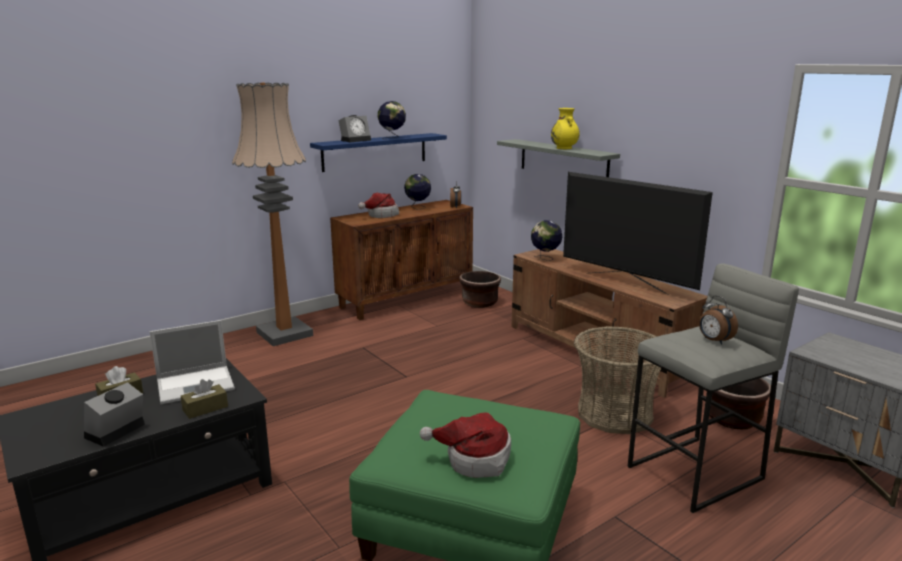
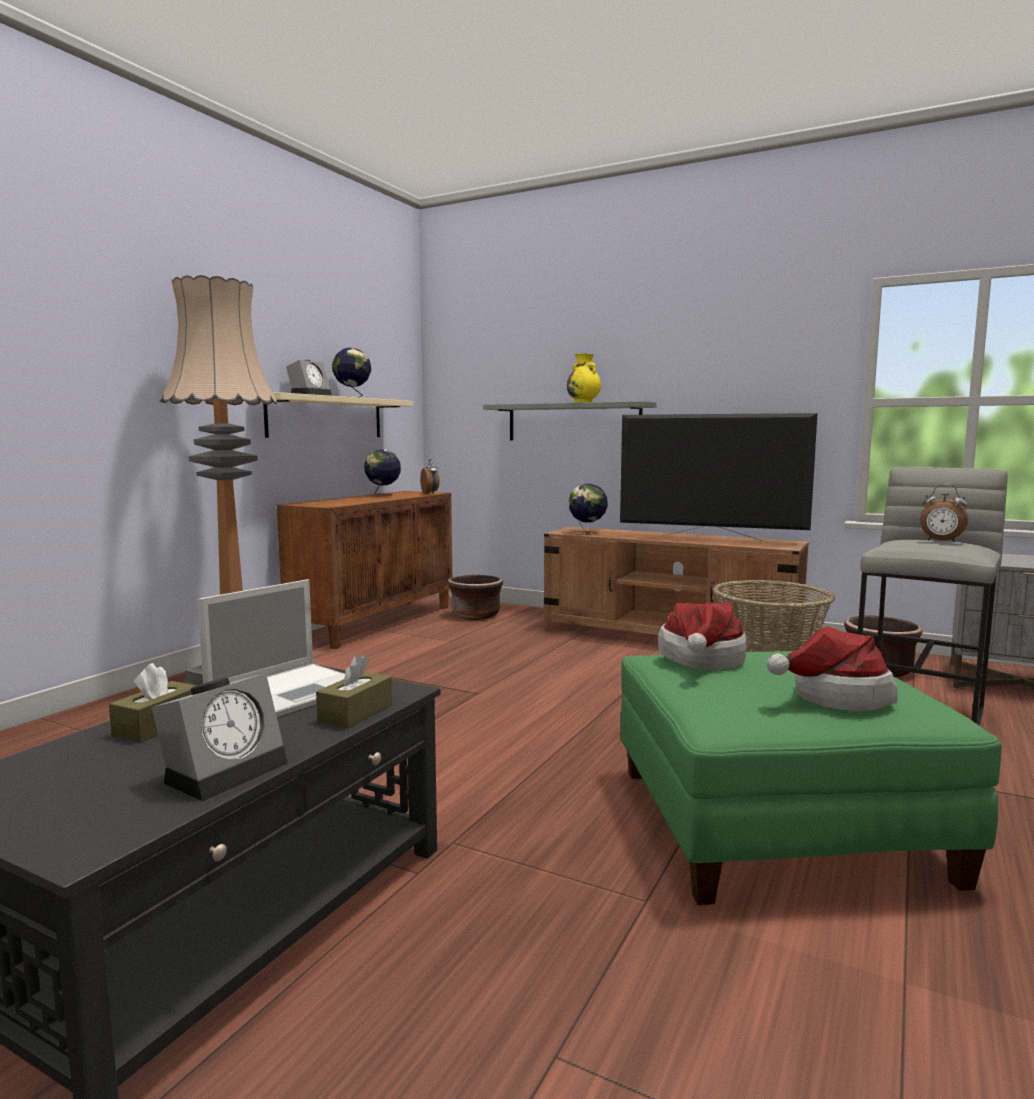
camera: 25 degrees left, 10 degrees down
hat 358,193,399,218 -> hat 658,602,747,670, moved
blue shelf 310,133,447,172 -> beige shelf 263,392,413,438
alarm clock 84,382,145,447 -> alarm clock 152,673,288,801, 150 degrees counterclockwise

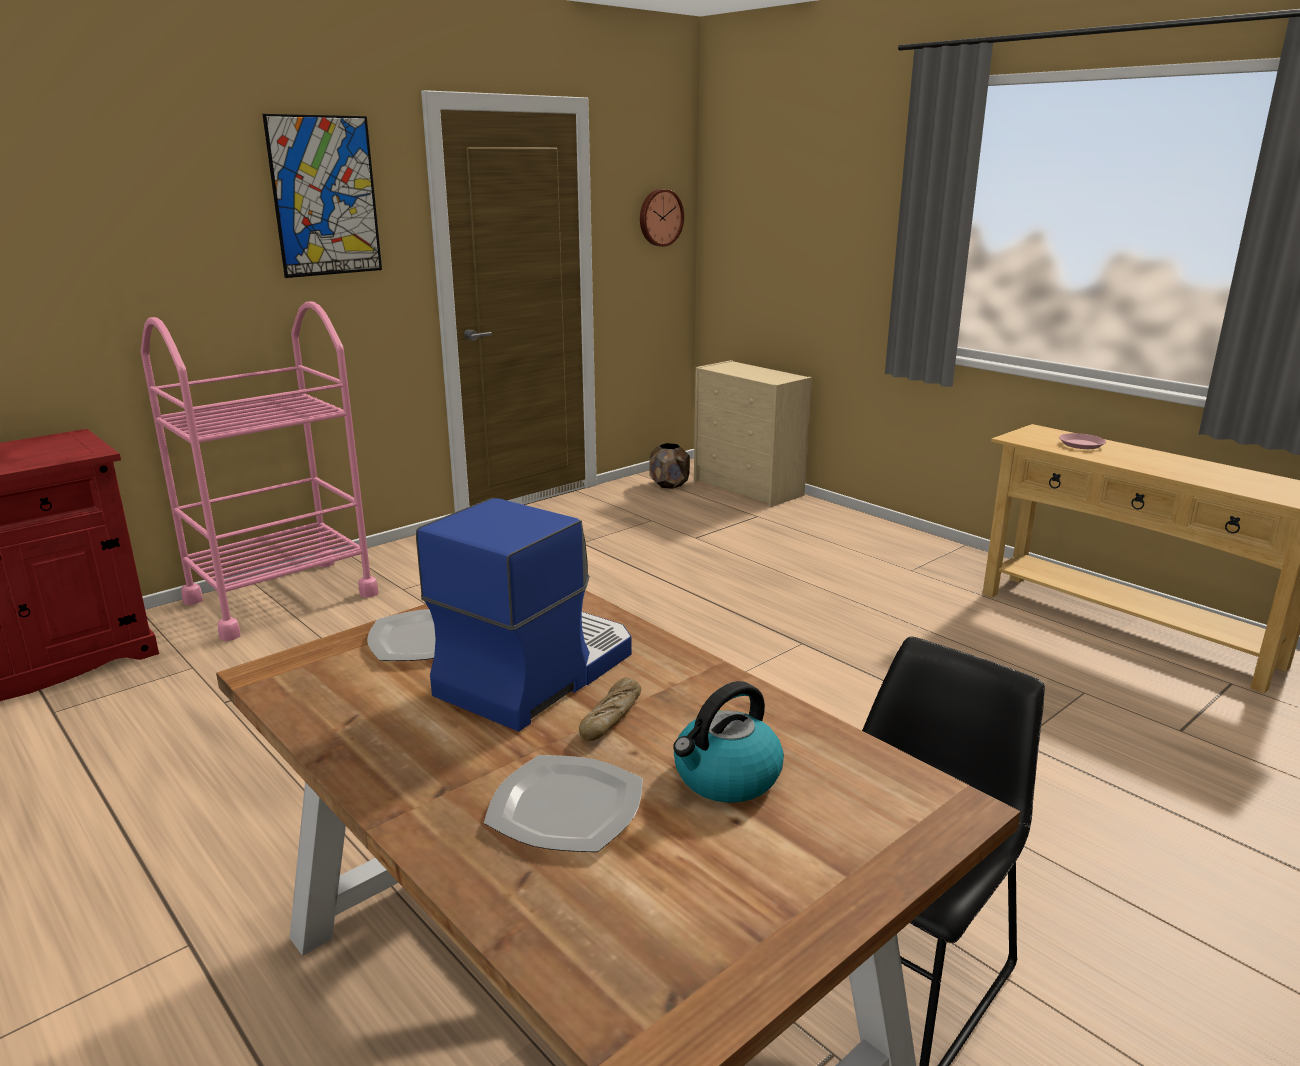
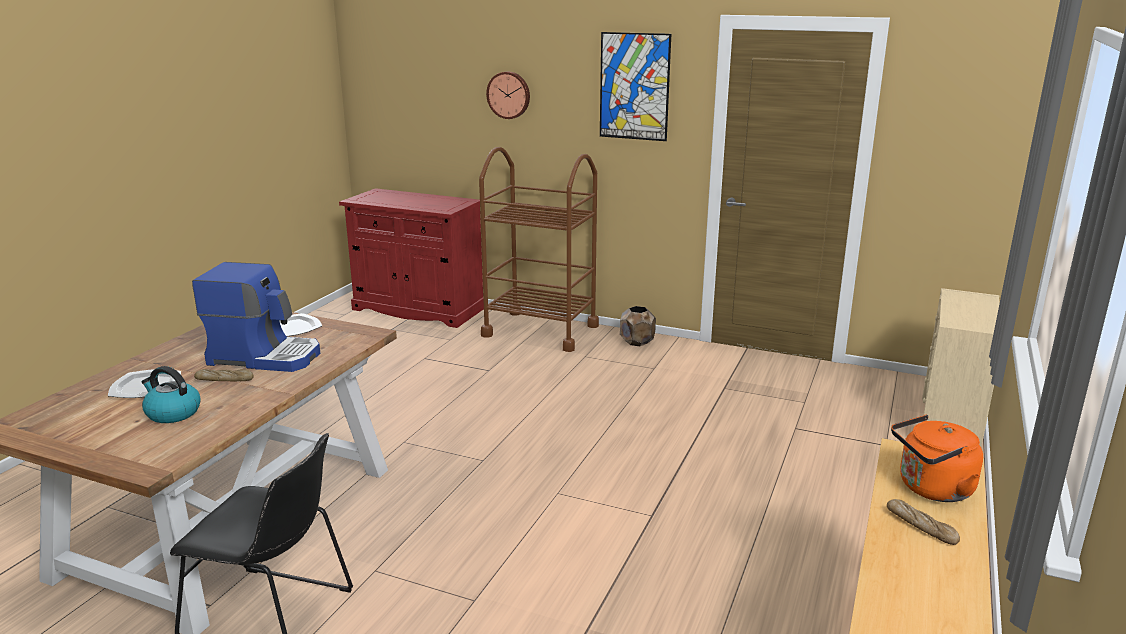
camera: 65 degrees right, 0 degrees up
none -> bread 887,499,960,545
wall clock 640,189,684,247 -> wall clock 486,71,530,119, moved
brown planter 649,443,690,489 -> brown planter 620,306,656,346, moved
pink plate 1059,433,1106,449 -> orange kettle 891,415,983,502
pink cart 141,301,379,641 -> brown cart 479,147,599,352

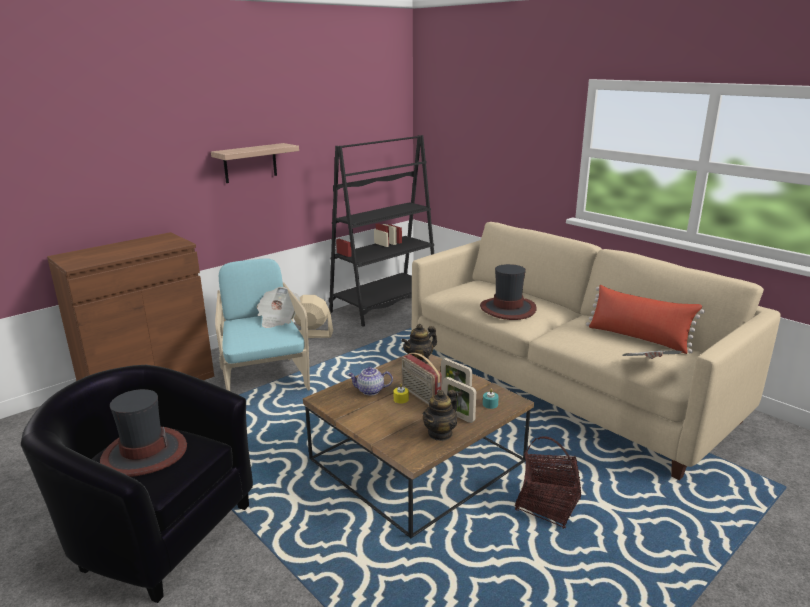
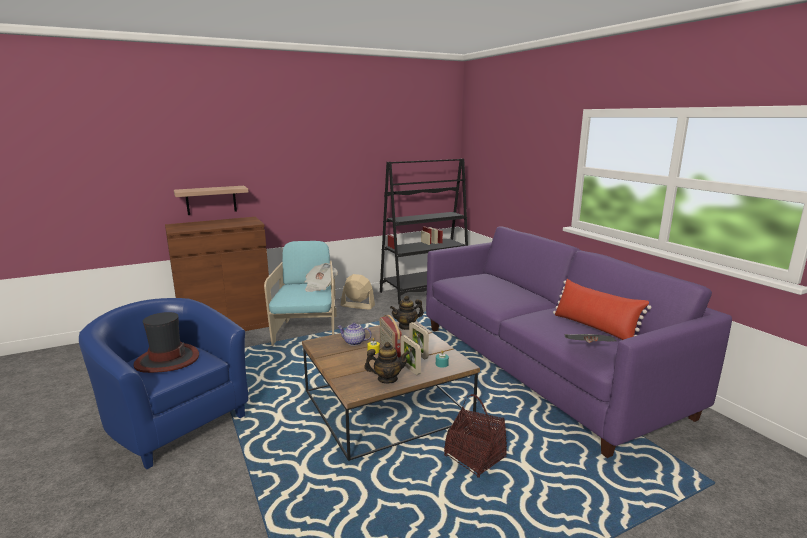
camera: 15 degrees right, 5 degrees down
hat 480,264,537,320 -> none
shelf 211,143,299,183 -> shelf 174,186,248,215, moved
black armchair 21,365,253,603 -> blue armchair 79,298,248,469
beige sofa 412,222,781,480 -> purple sofa 426,226,732,458
teapot 423,390,457,441 -> teapot 364,342,410,384, 150 degrees counterclockwise

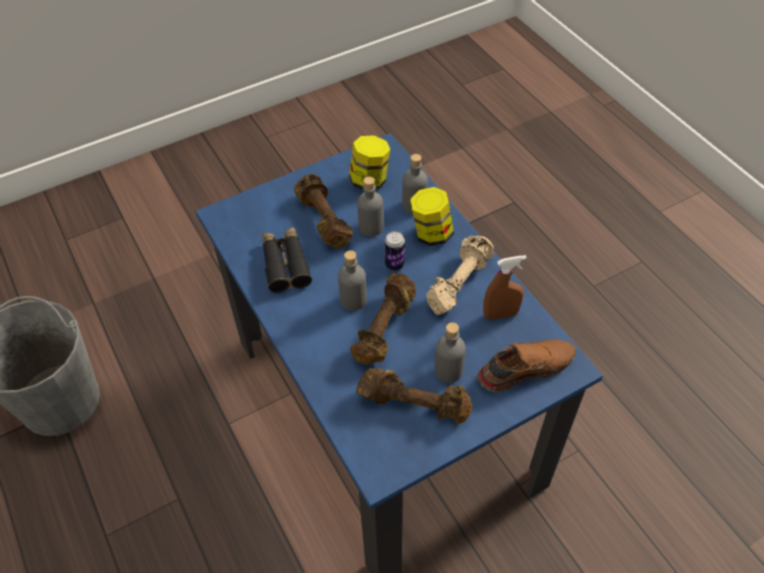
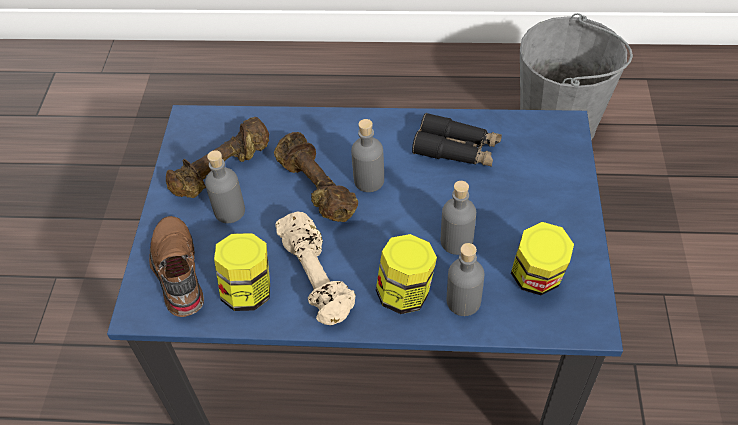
camera: 125 degrees right, 0 degrees up
brown dumbbell 294,174,353,249 -> none
can 385,231,405,271 -> none
brown spray bottle 483,255,527,320 -> jar 214,233,270,311
brown shoe 477,339,576,392 -> brown shoe 149,216,204,317, 150 degrees clockwise

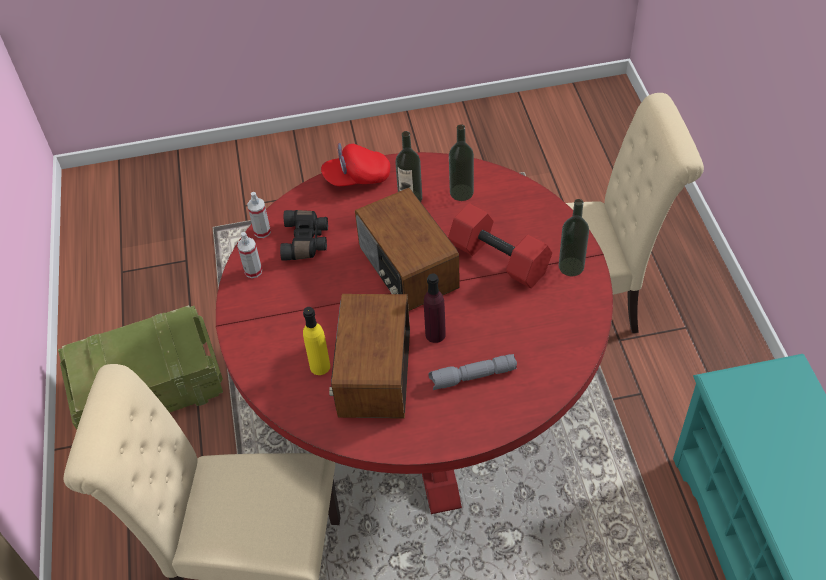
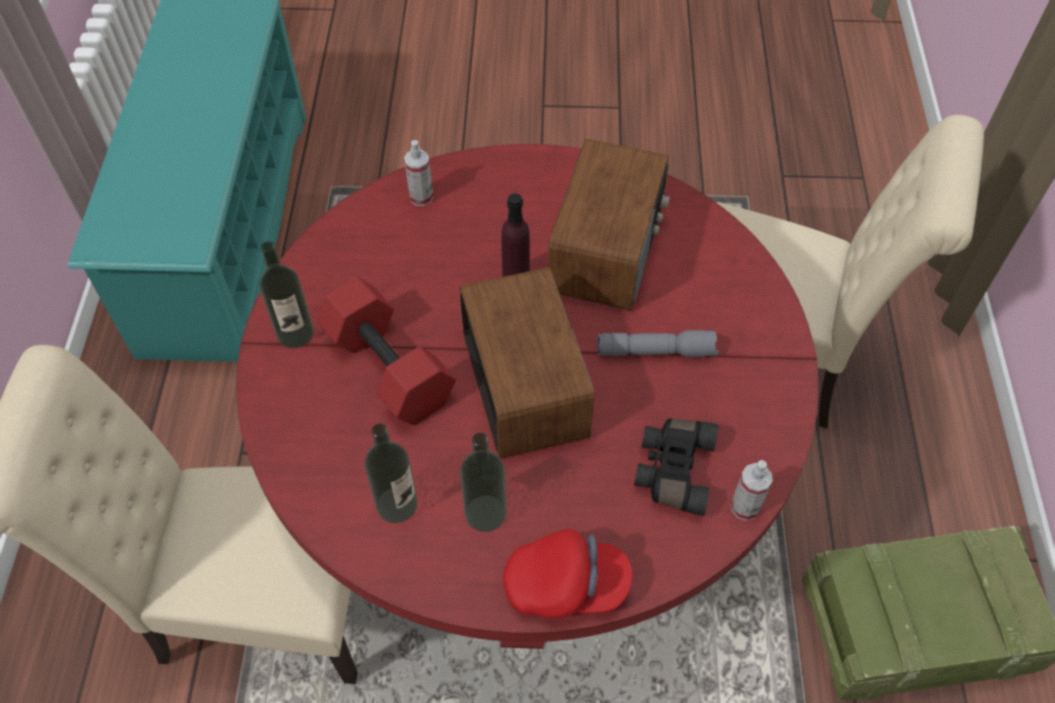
camera: 170 degrees left, 5 degrees up
yellow bottle 303,307,330,375 -> none
spray bottle 237,232,262,278 -> spray bottle 404,140,433,206, moved
grey flashlight 429,354,517,390 -> grey flashlight 597,330,719,357, moved

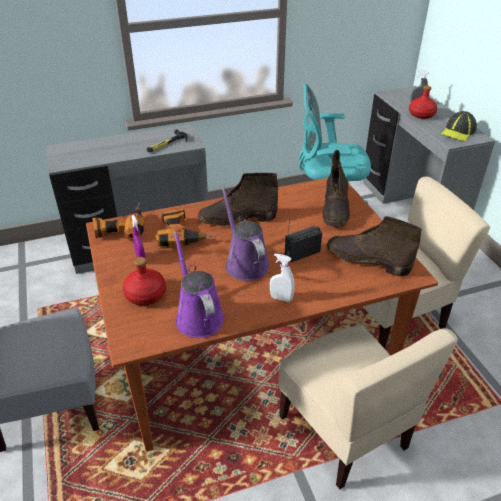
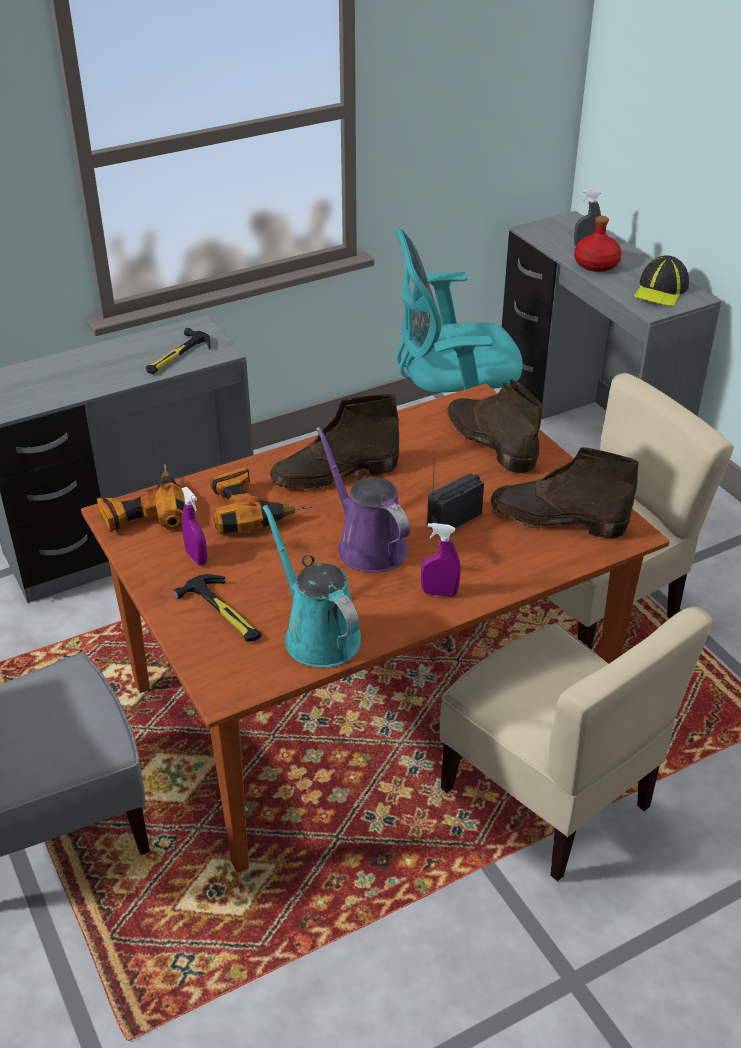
camera: 10 degrees left, 0 degrees up
red bottle 123,257,166,306 -> hammer 173,574,262,642
purple watering can 173,231,224,338 -> turquoise watering can 263,505,361,668
white spray bottle 270,253,294,302 -> purple spray bottle 421,523,460,597
brown boot 323,150,350,227 -> brown boot 447,380,542,474, 150 degrees clockwise

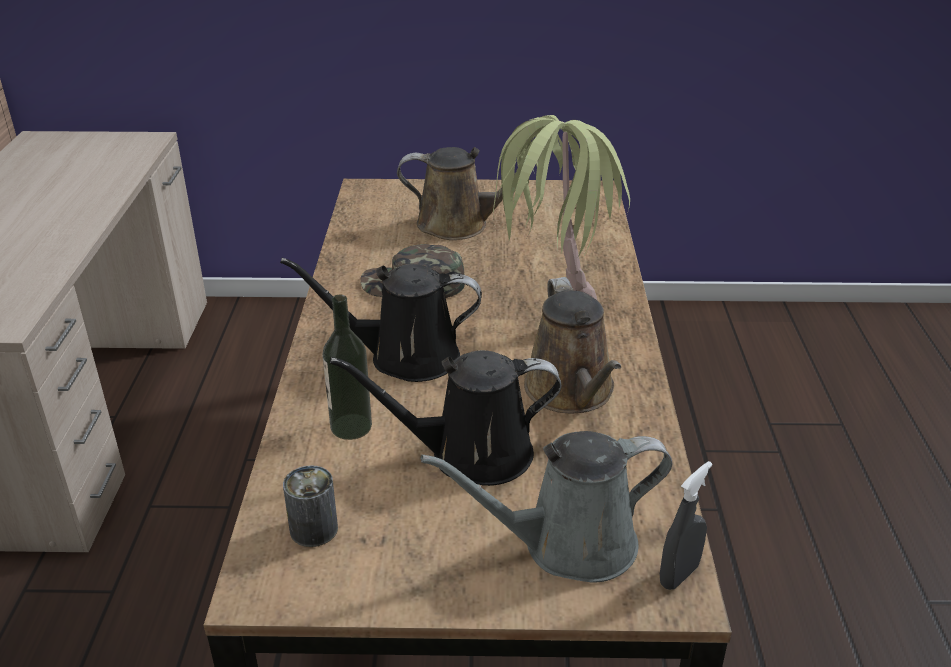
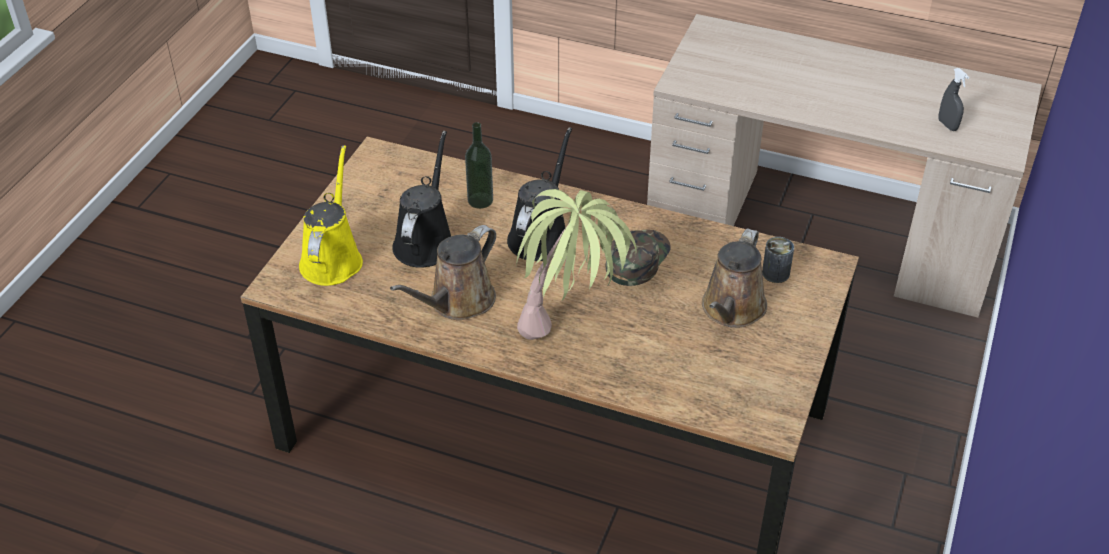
camera: 110 degrees right, 10 degrees up
can 283,465,338,547 -> can 762,237,794,283, moved
grey spray bottle 660,461,712,590 -> grey spray bottle 938,68,969,131, moved
grey watering can 421,431,672,583 -> yellow watering can 299,145,363,286
brown watering can 524,277,621,413 -> brown watering can 390,225,496,320, 60 degrees counterclockwise

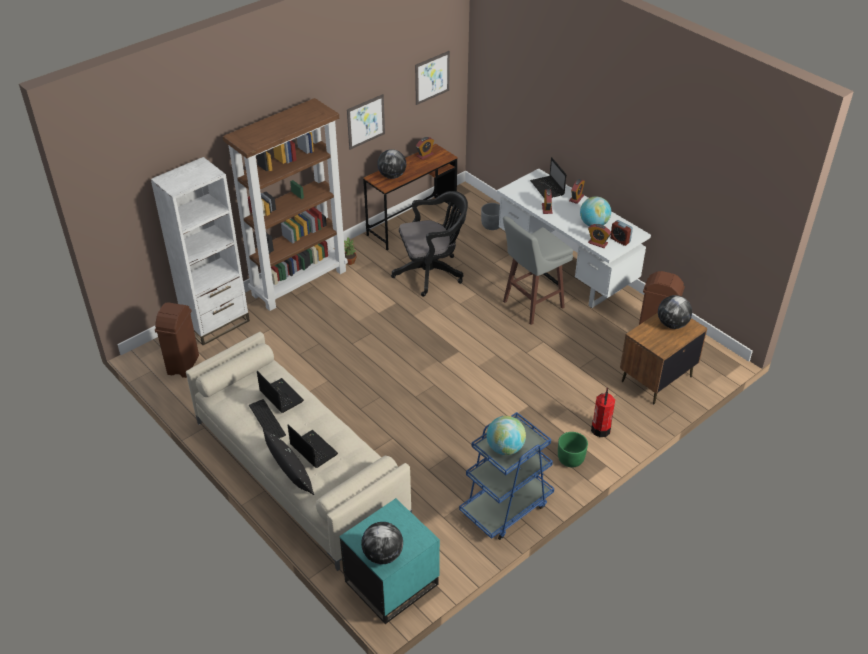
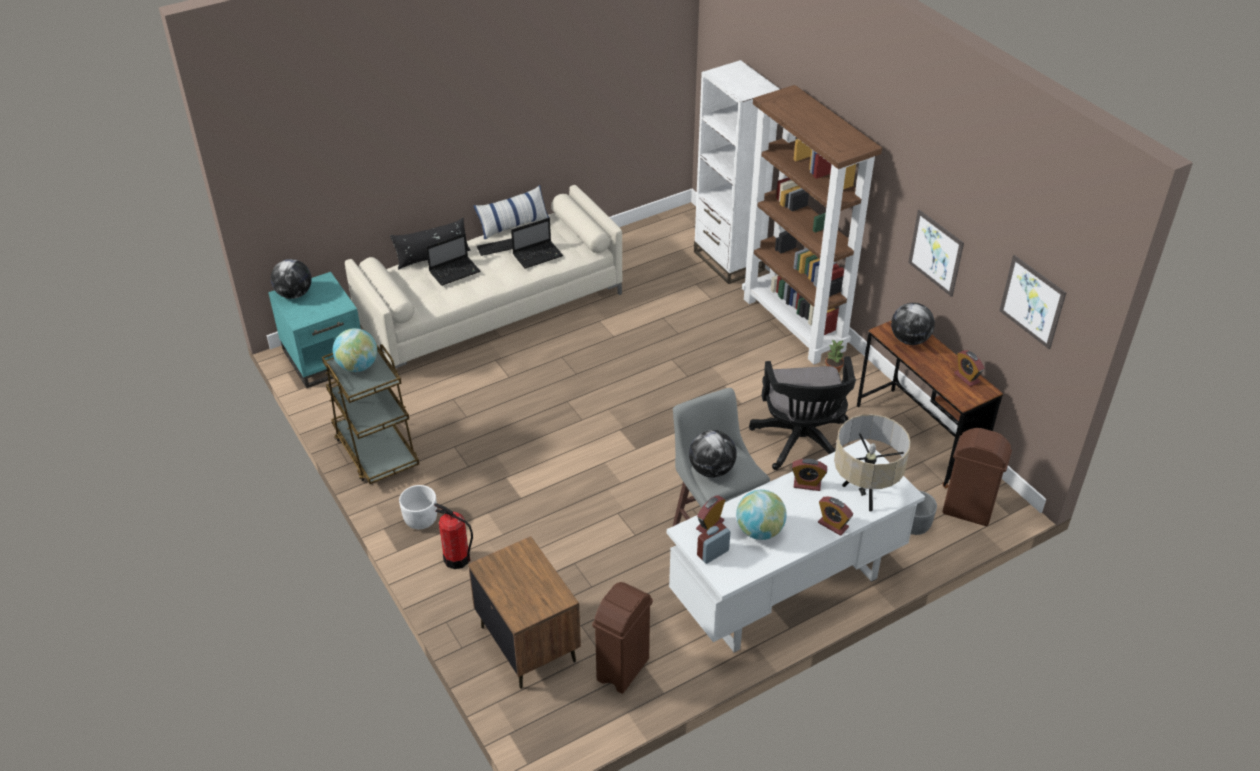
camera: 100 degrees right, 0 degrees up
none -> pillow 474,185,550,239
brown trash can 155,302,199,378 -> brown trash can 942,428,1012,526, moved
globe 658,295,692,329 -> globe 689,430,737,478, moved
laptop 530,157,566,198 -> beige table lamp 834,414,911,511
blue cart 459,412,554,540 -> brown cart 322,344,419,484
green planter 558,432,588,467 -> white planter 399,485,437,529

